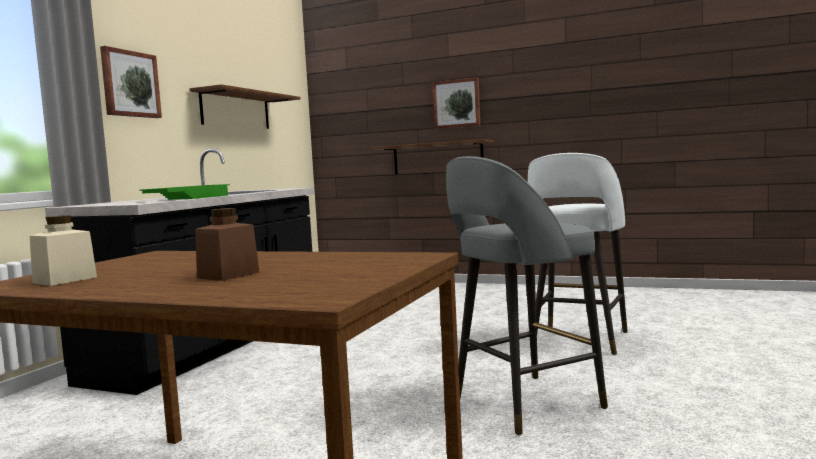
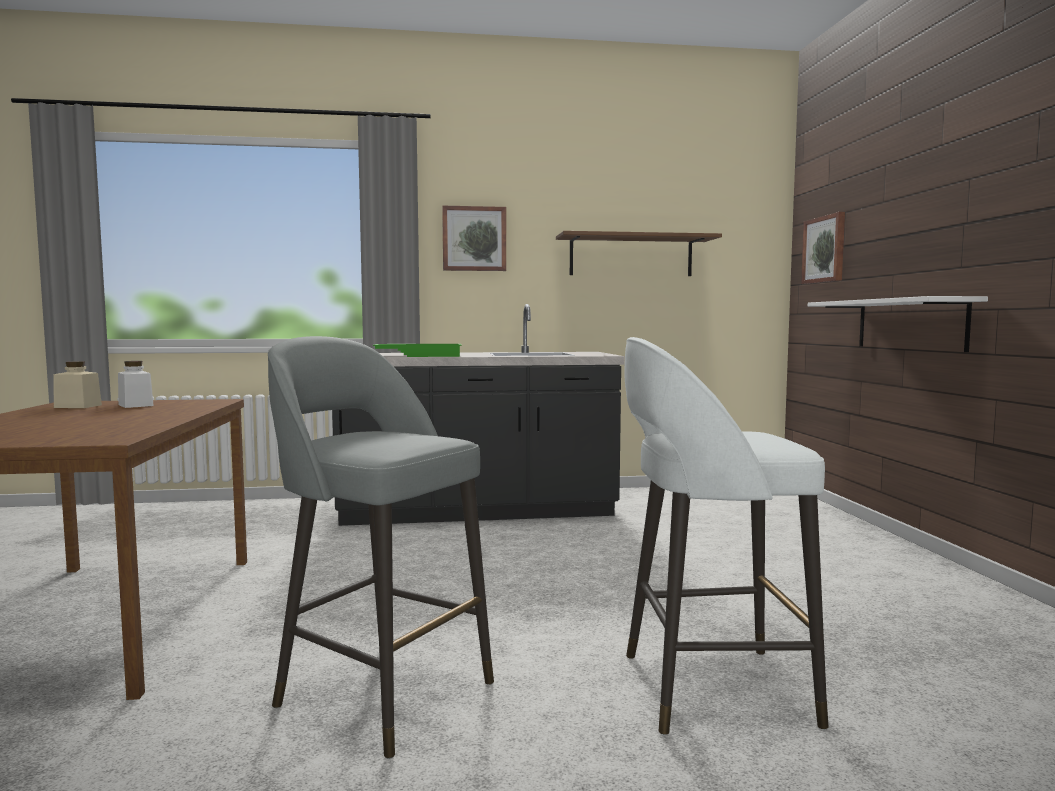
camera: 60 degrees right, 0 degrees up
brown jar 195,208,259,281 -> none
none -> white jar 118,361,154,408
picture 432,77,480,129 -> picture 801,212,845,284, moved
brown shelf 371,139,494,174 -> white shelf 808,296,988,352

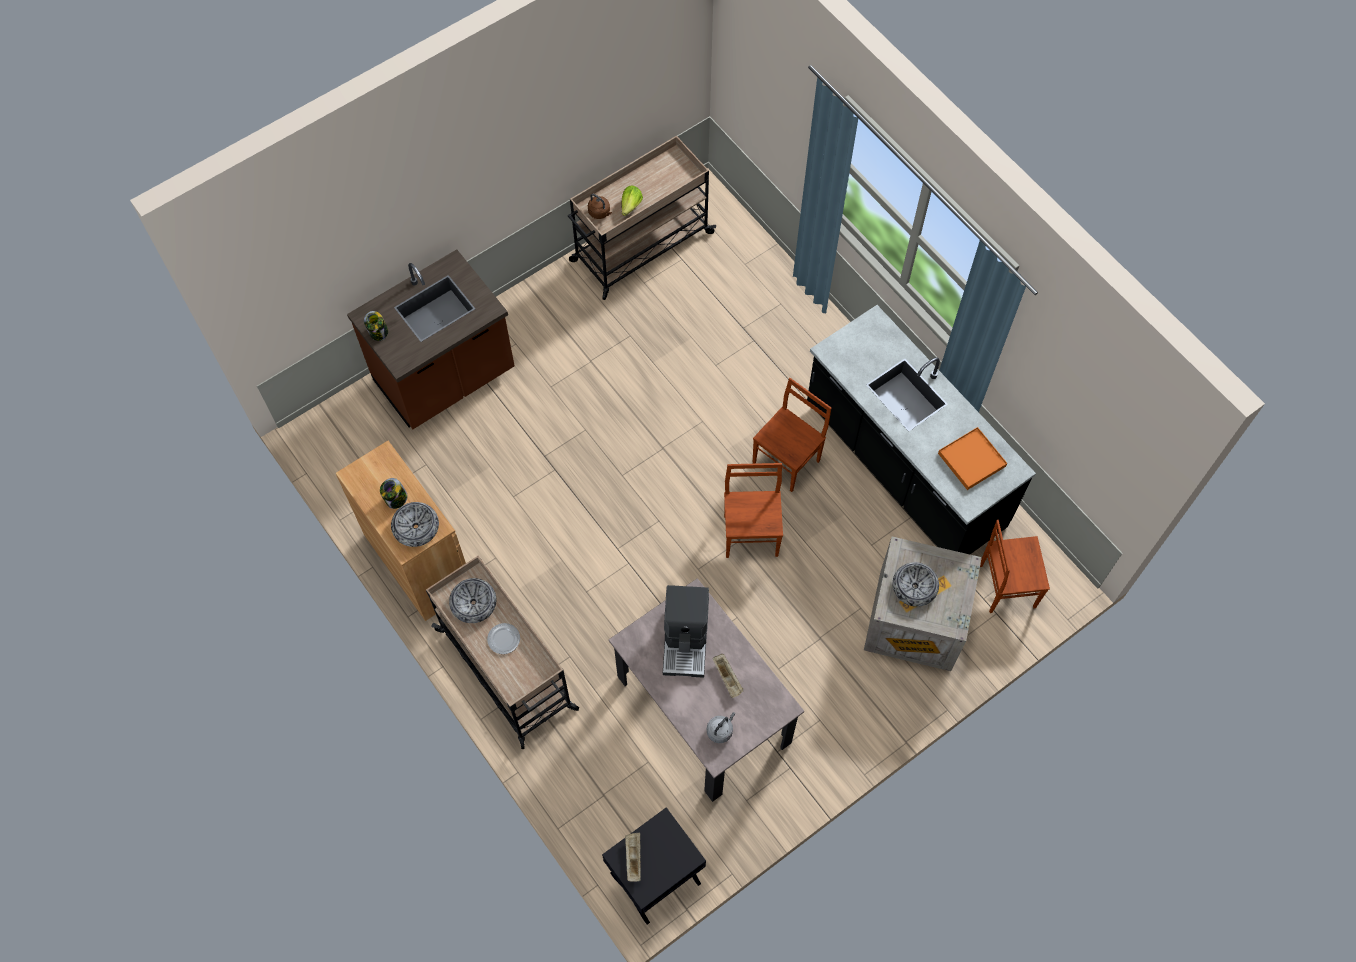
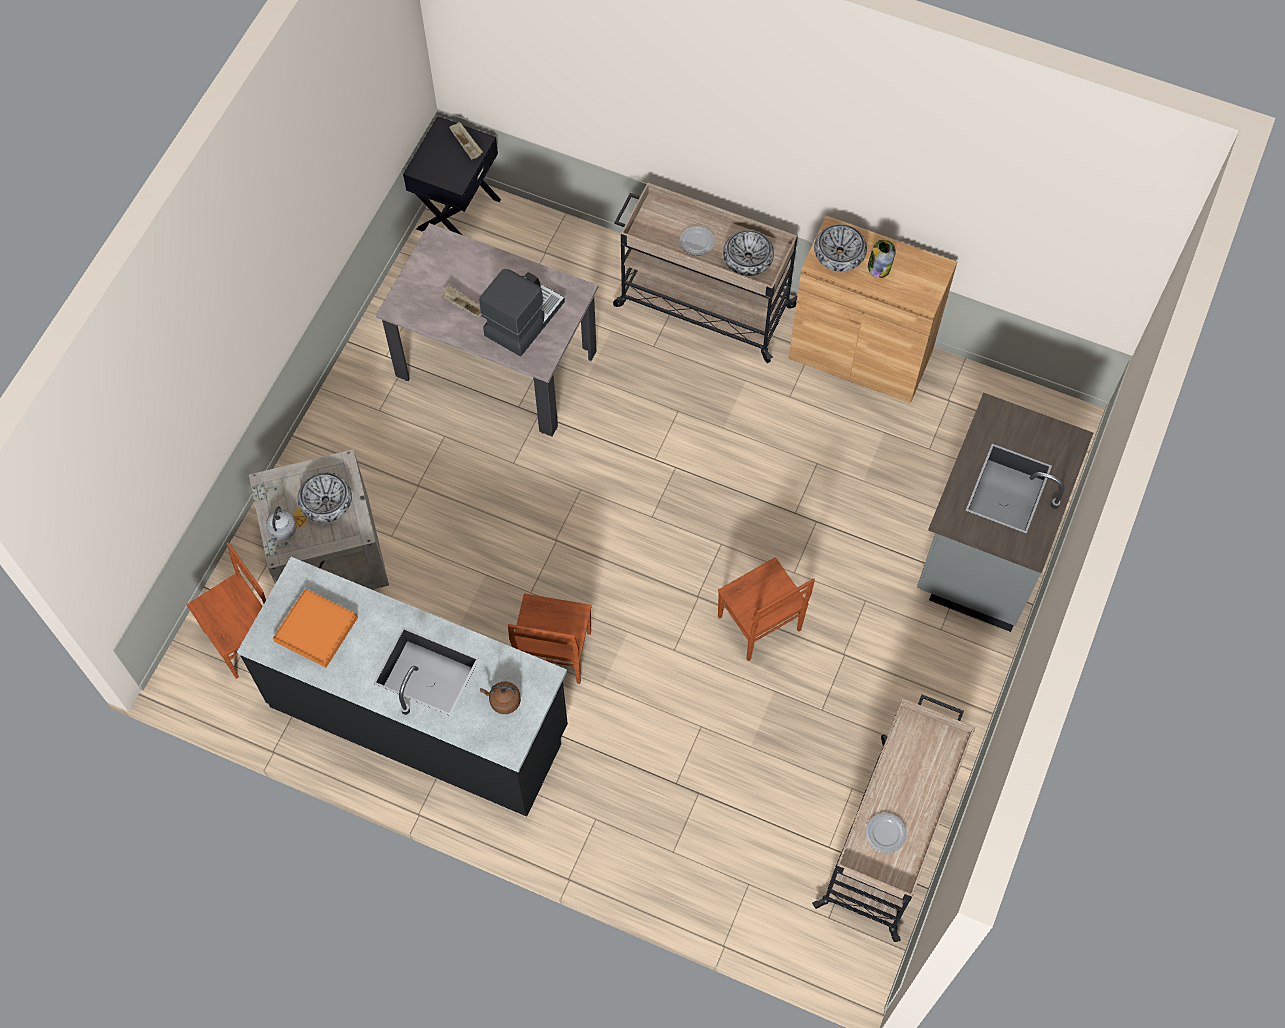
camera: 150 degrees right, 0 degrees up
jar 364,311,388,341 -> none
lettuce 621,186,643,216 -> none
none -> plate 866,813,907,853
brown kettle 588,194,612,219 -> brown kettle 480,682,521,714, moved
grey kettle 707,712,736,743 -> grey kettle 266,506,297,542, moved
brown chair 724,463,783,558 -> brown chair 718,557,815,661, moved
brown counter 347,249,515,429 -> grey counter 917,393,1093,632
coffee machine 663,585,709,678 -> coffee machine 479,269,565,356, 60 degrees clockwise

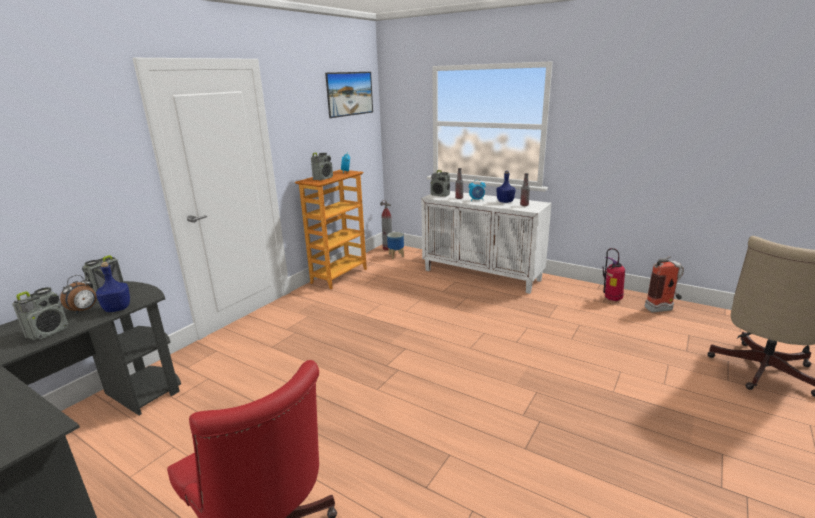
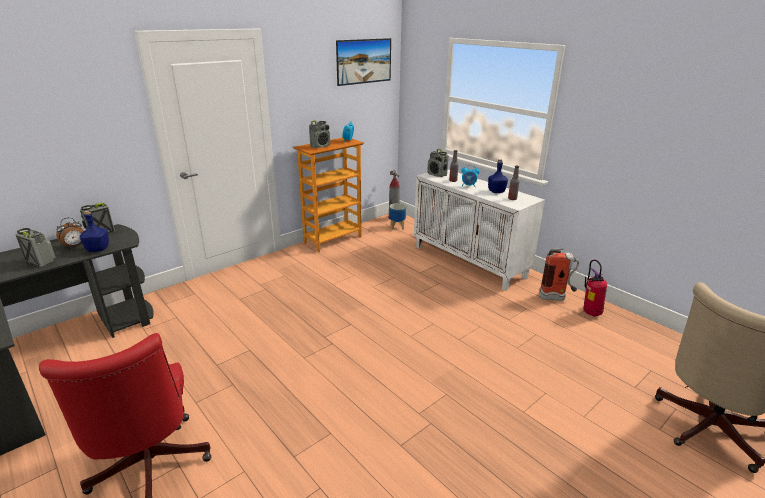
camera: 15 degrees right, 5 degrees up
fire extinguisher 645,257,684,312 -> fire extinguisher 539,248,579,301, moved
radio 12,287,68,340 -> radio 16,228,56,268, 105 degrees counterclockwise

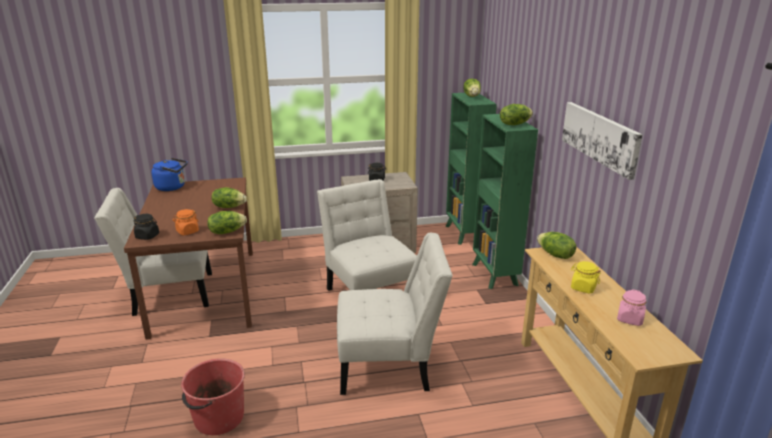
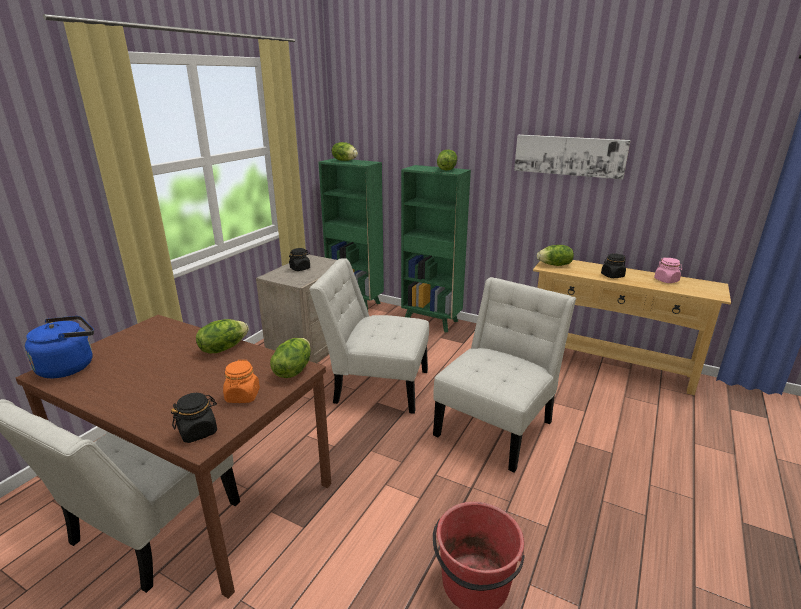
camera: 50 degrees left, 0 degrees up
yellow jar 571,261,601,293 -> black jar 601,253,626,278

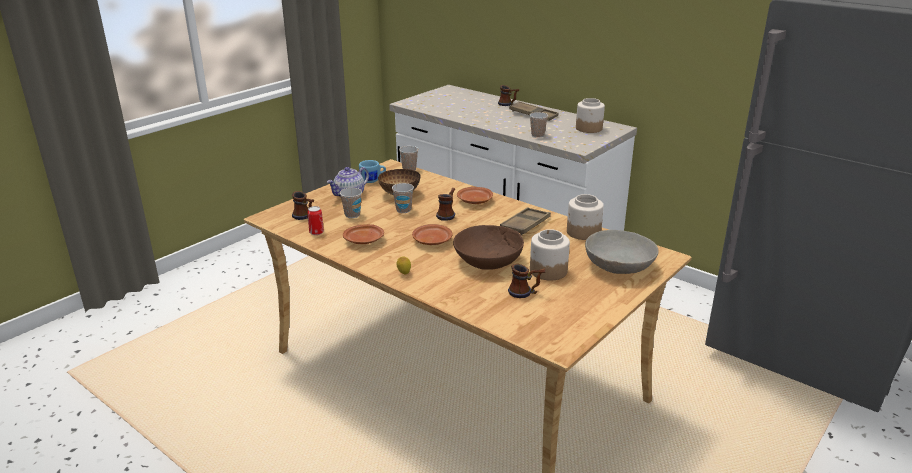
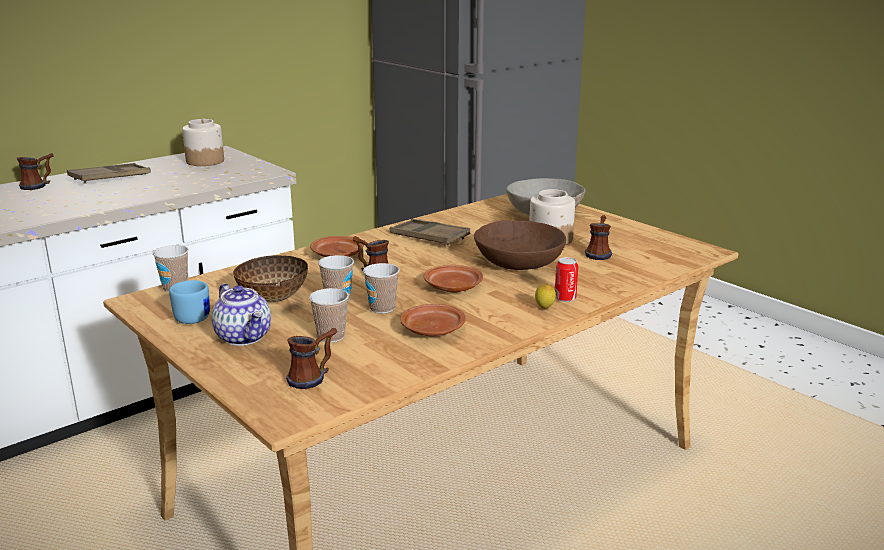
camera: 80 degrees left, 5 degrees down
jar 567,194,604,240 -> none
can 307,206,324,235 -> can 555,257,578,302, moved
cup 530,112,548,138 -> cup 363,263,400,314, moved

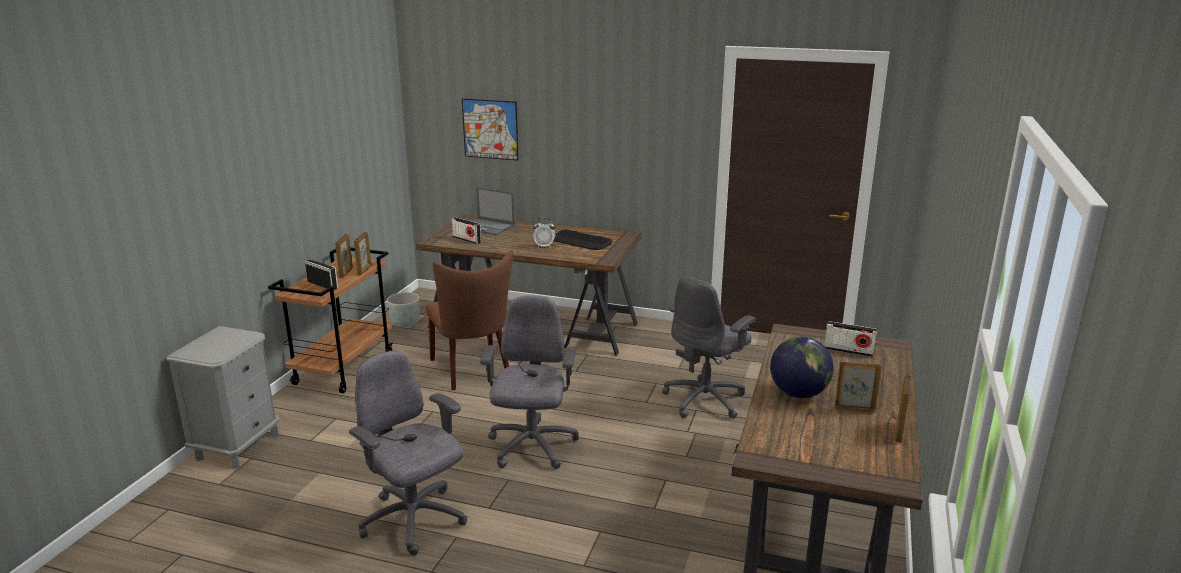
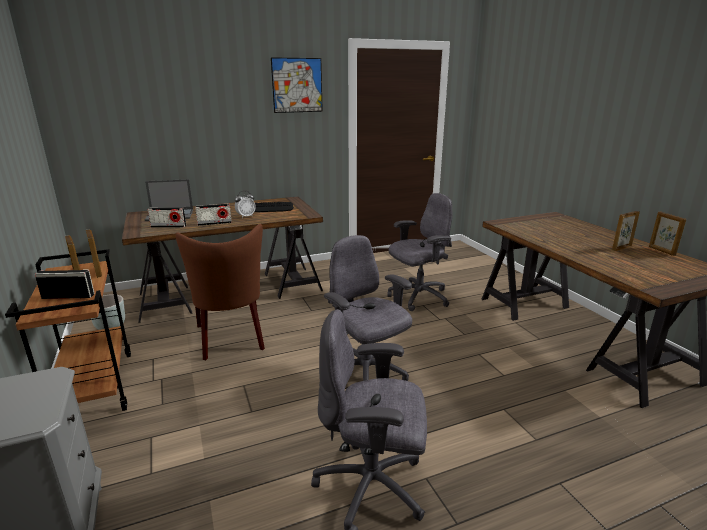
camera: 40 degrees left, 0 degrees up
globe 770,336,834,398 -> none
picture 462,99,519,161 -> picture 271,57,323,113, moved
radio 824,321,877,357 -> radio 195,203,232,226, moved
brown chair 426,250,513,390 -> brown chair 175,224,265,360, 45 degrees clockwise
grey office chair 662,277,756,419 -> grey office chair 387,193,452,311, 120 degrees counterclockwise

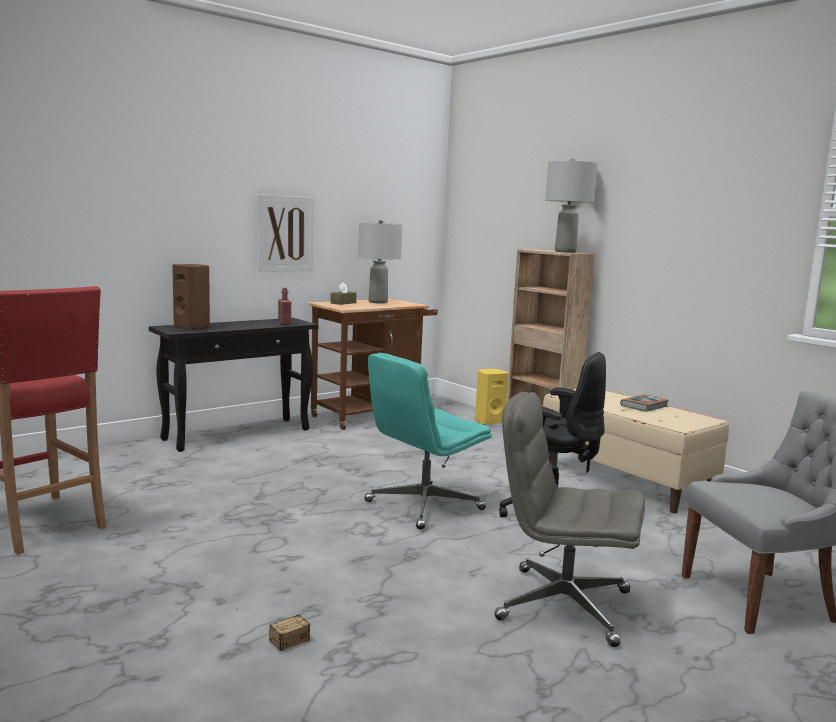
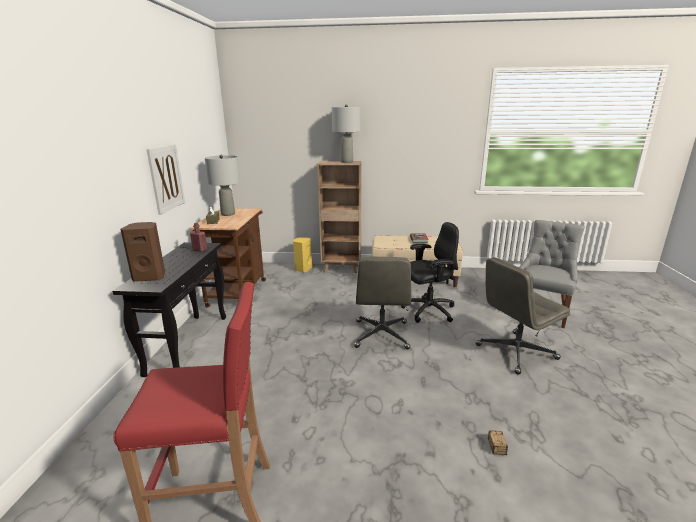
camera: 45 degrees left, 10 degrees up
turquoise office chair 364,353,492,530 -> grey office chair 354,256,411,349

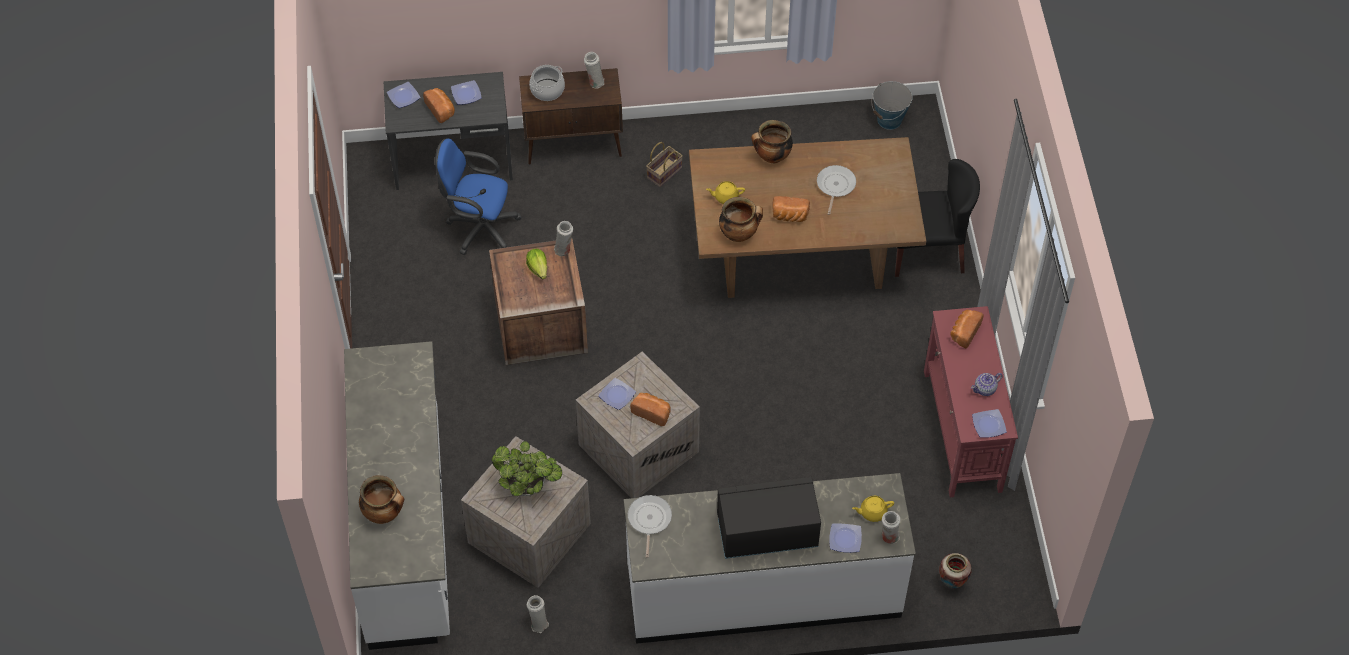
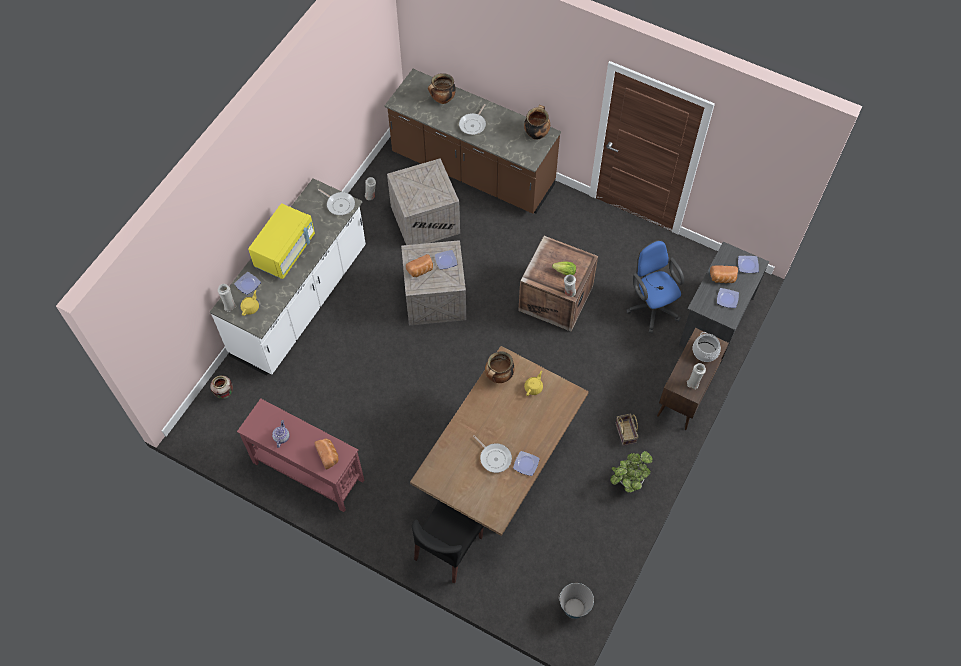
camera: 125 degrees right, 5 degrees up
bread 772,196,810,222 -> none
none -> frying pan 459,104,486,135
potted plant 492,441,562,496 -> potted plant 610,451,653,493, moved
cooking pot 751,120,793,163 -> cooking pot 524,105,550,140, moved
plate 972,409,1007,438 -> plate 513,451,540,476, moved
white counter 344,341,450,650 -> brown counter 385,69,561,214
black microwave 717,477,821,559 -> yellow microwave 248,203,315,279
blue office chair 435,139,522,255 -> blue office chair 626,240,684,333, 75 degrees counterclockwise

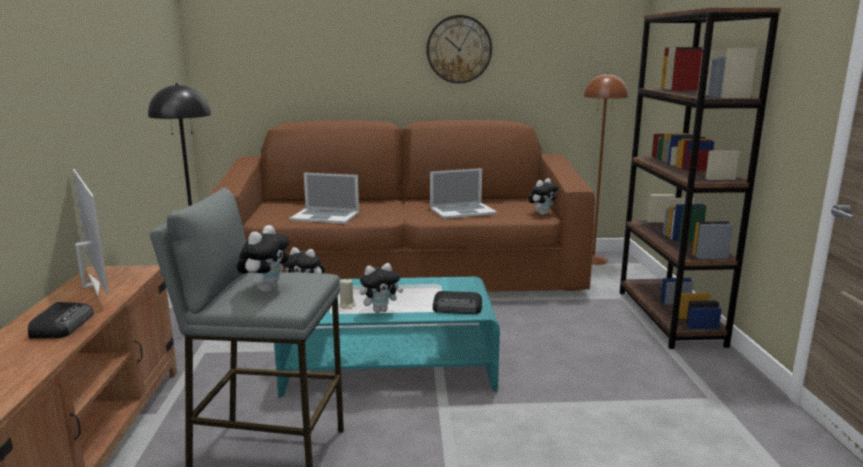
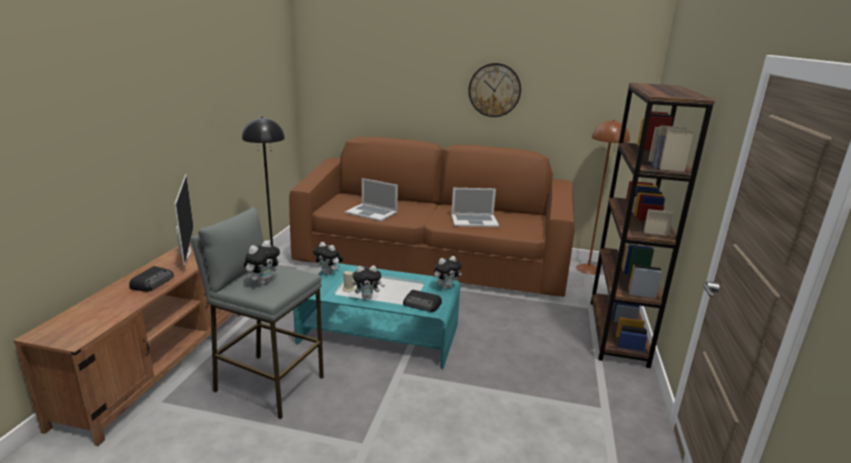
camera: 15 degrees right, 5 degrees up
plush toy 529,178,558,215 -> plush toy 434,256,462,289, moved

